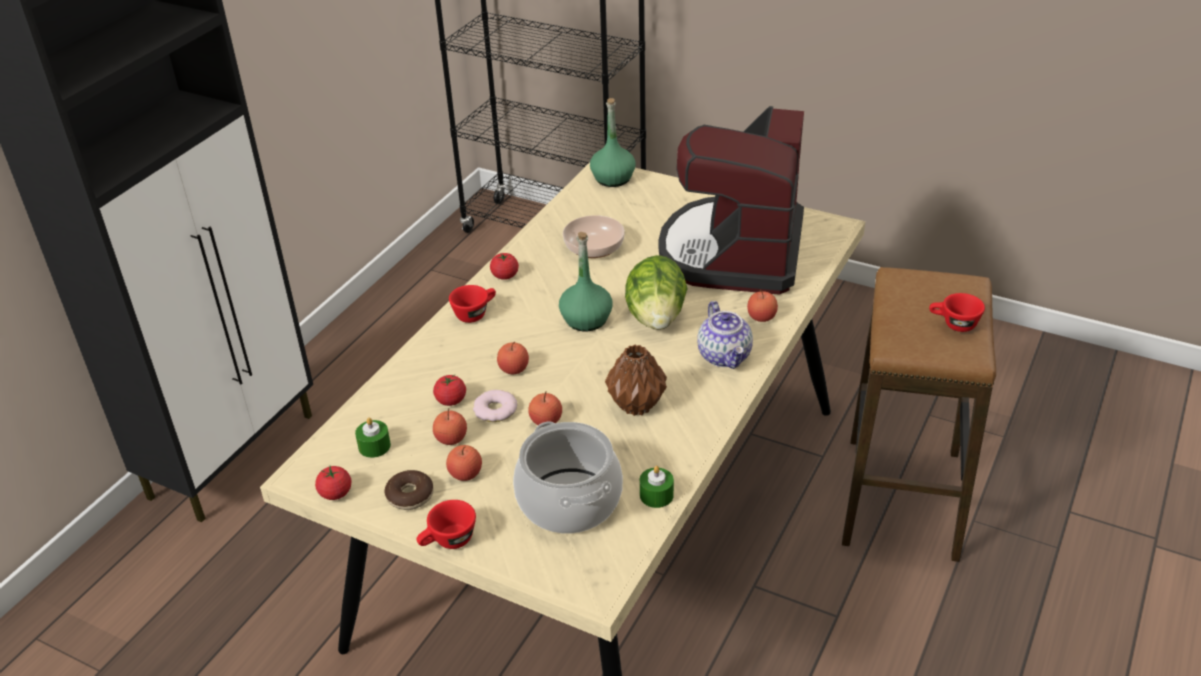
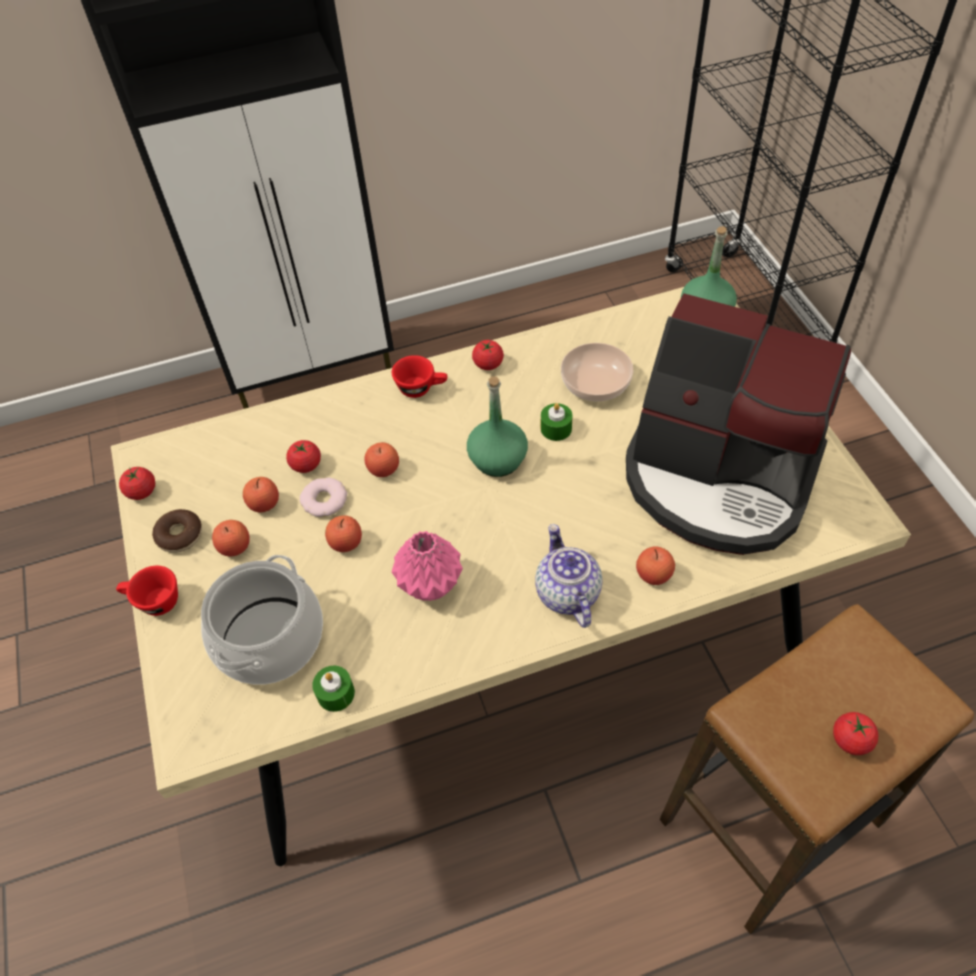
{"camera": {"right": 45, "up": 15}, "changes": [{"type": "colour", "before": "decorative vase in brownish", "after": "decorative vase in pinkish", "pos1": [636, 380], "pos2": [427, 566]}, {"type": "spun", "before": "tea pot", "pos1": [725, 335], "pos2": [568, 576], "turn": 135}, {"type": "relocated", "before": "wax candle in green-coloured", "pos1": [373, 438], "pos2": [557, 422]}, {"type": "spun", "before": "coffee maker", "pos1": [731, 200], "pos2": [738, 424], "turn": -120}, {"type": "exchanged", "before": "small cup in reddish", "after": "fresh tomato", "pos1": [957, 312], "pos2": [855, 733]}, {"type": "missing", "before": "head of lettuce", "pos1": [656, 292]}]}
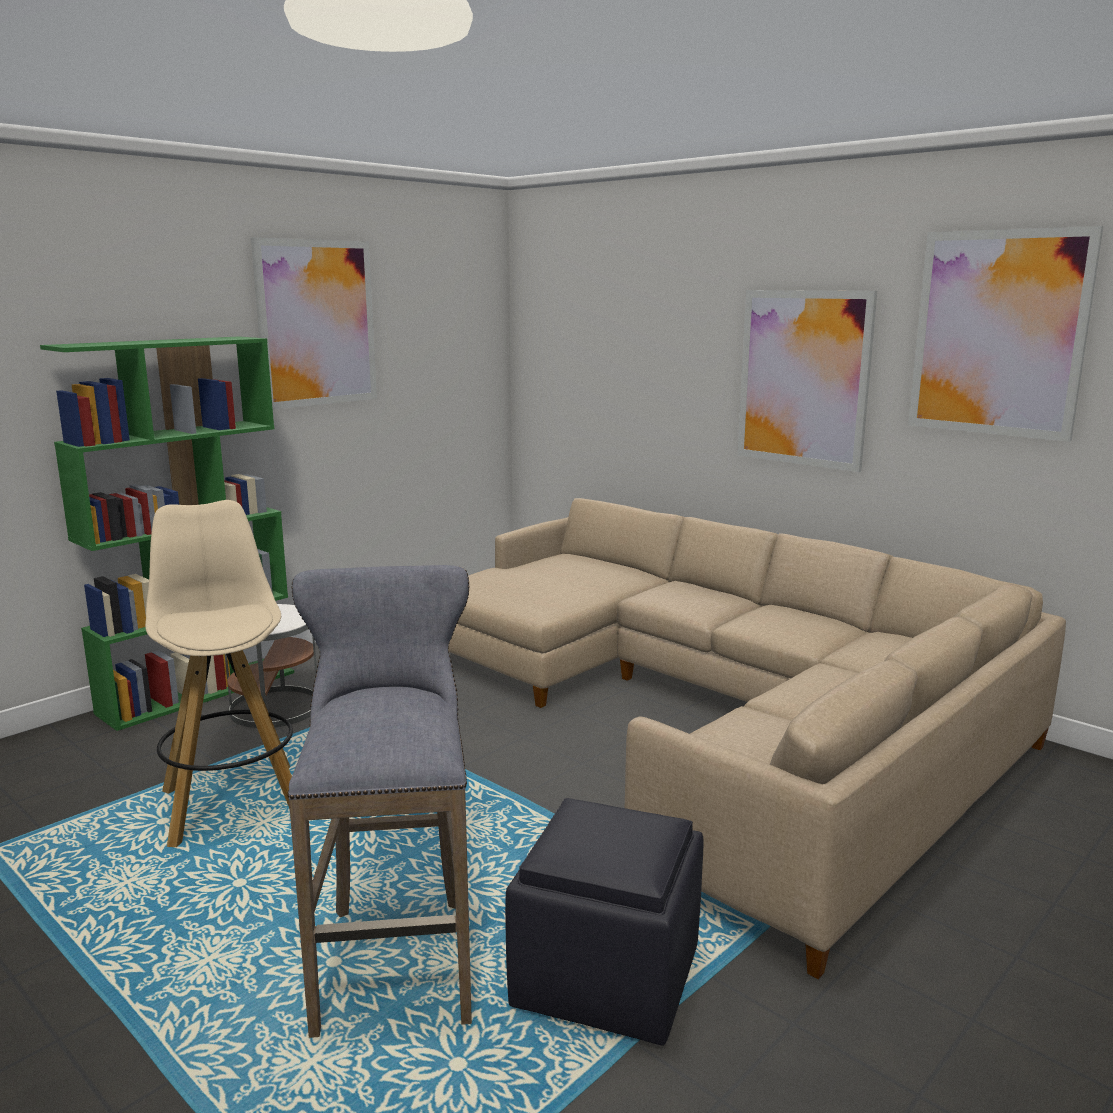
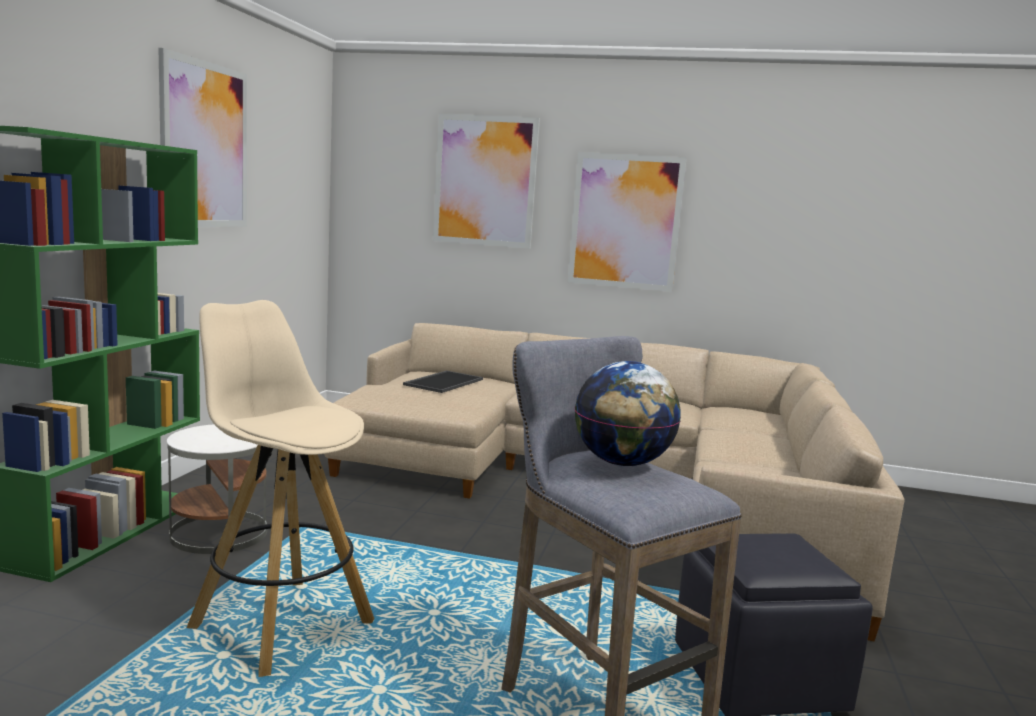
{"camera": {"right": -30, "up": -5}, "changes": [{"type": "appeared", "after": "carrying tray", "pos2": [443, 381]}, {"type": "relocated", "before": "picture", "pos1": [1006, 334], "pos2": [486, 181]}, {"type": "appeared", "after": "globe", "pos2": [628, 413]}]}
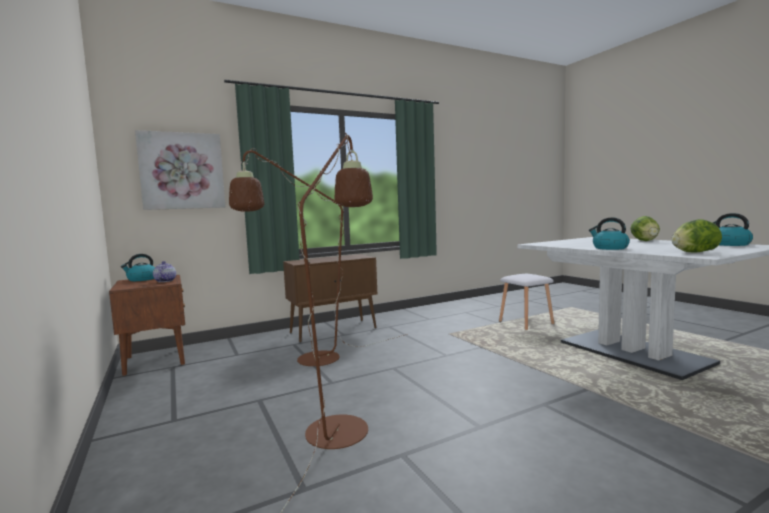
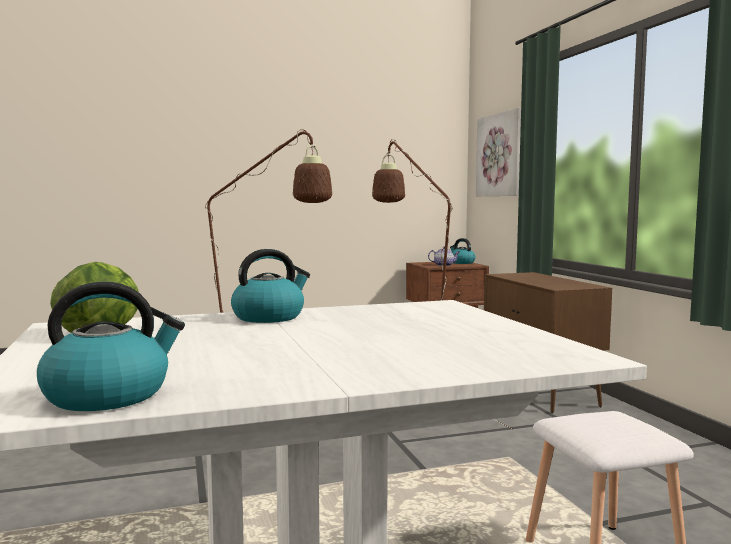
{"camera": {"right": 100, "up": 0}, "changes": [{"type": "missing", "before": "head of lettuce", "pos1": [645, 228]}]}
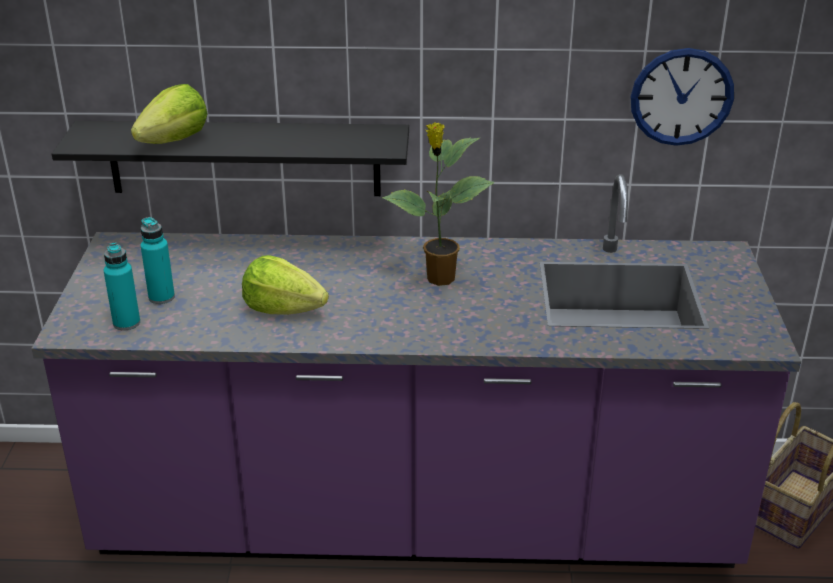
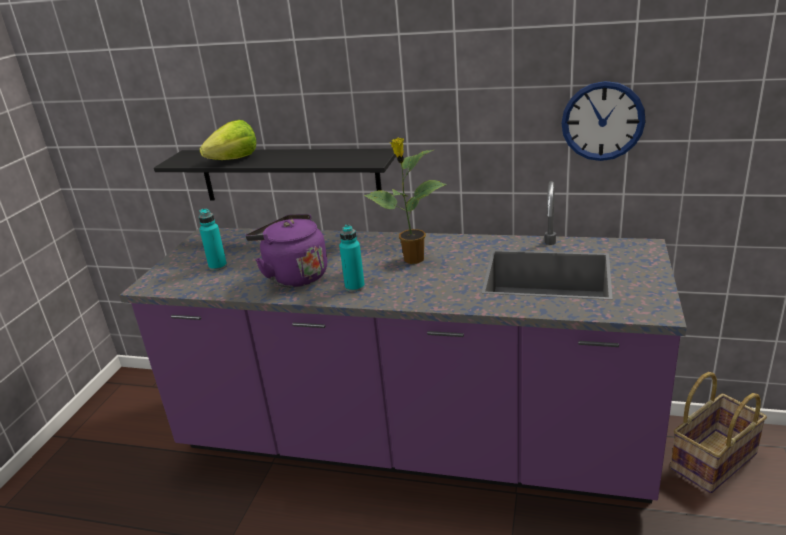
{"camera": {"right": 15, "up": -5}, "changes": [{"type": "exchanged", "before": "head of lettuce", "after": "tea kettle in purple-coloured", "pos1": [285, 285], "pos2": [286, 250]}, {"type": "relocated", "before": "bottle in blue-green", "pos1": [122, 286], "pos2": [352, 258]}]}
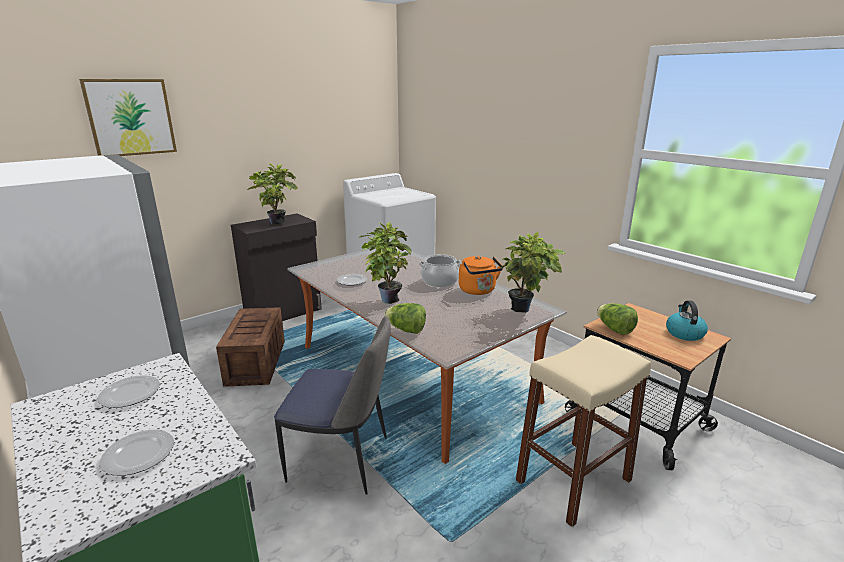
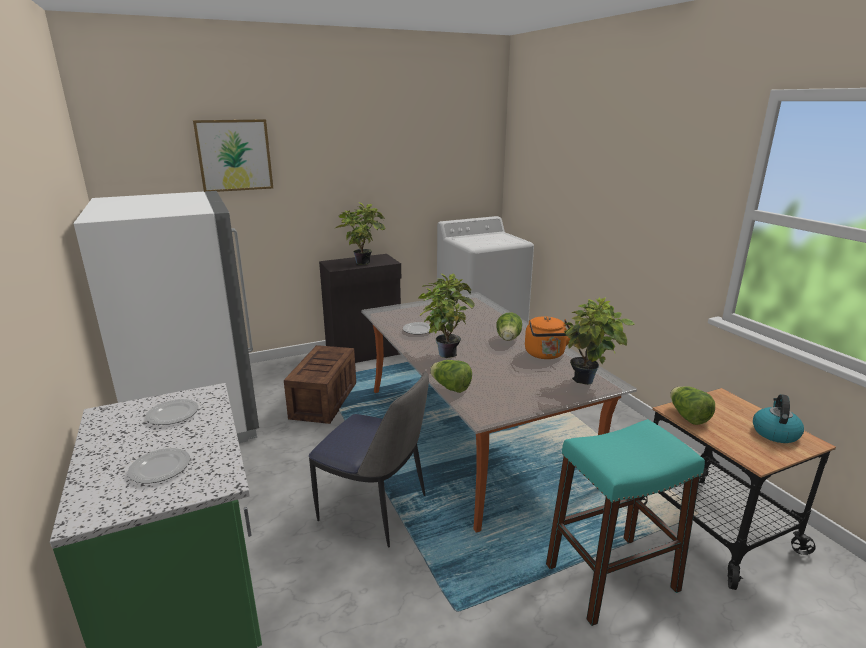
{"camera": {"right": 15, "up": 0}, "changes": [{"type": "exchanged", "before": "stockpot", "after": "head of lettuce", "pos1": [440, 270], "pos2": [509, 326]}, {"type": "colour", "before": "stool in sand-coloured", "after": "stool in blue-green", "pos1": [583, 431], "pos2": [625, 522]}]}
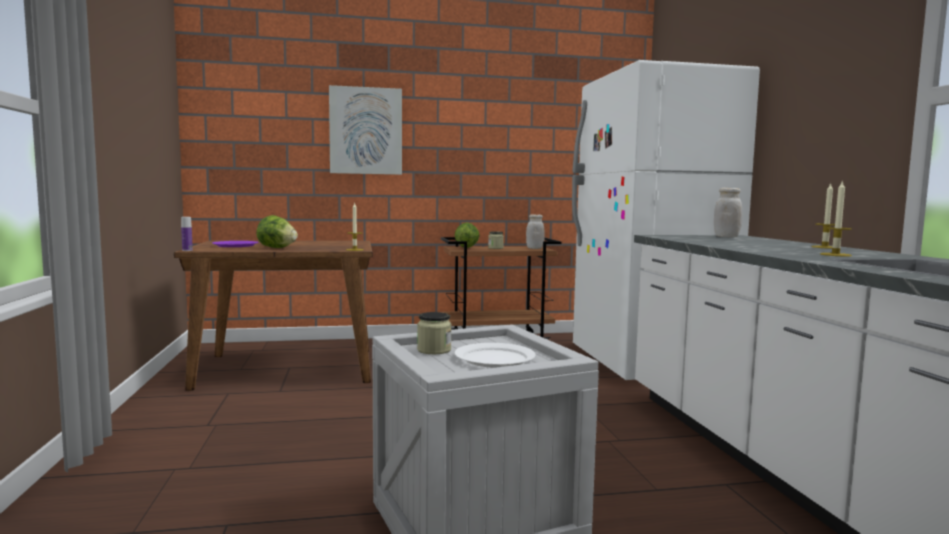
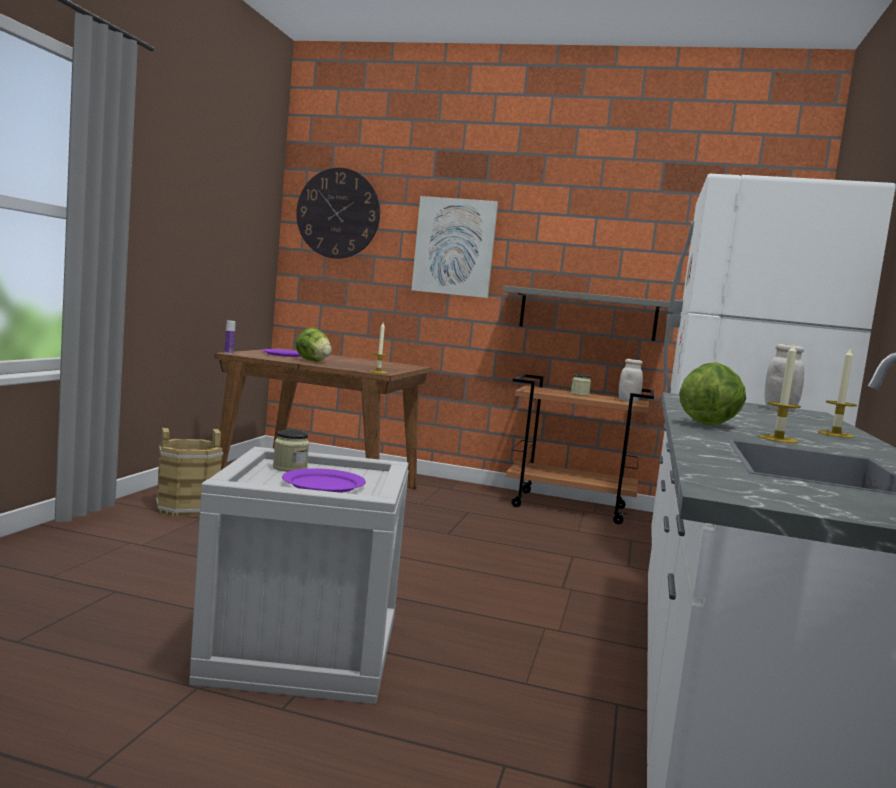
{"camera": {"right": 25, "up": 0}, "changes": [{"type": "appeared", "after": "water bucket in brownish", "pos2": [189, 472]}, {"type": "colour", "before": "dinner plate in white", "after": "dinner plate in purple-coloured", "pos1": [495, 355], "pos2": [324, 480]}, {"type": "appeared", "after": "clock on the wall", "pos2": [338, 213]}, {"type": "appeared", "after": "wall shelf in greyish", "pos2": [585, 313]}, {"type": "relocated", "before": "head of lettuce", "pos1": [467, 235], "pos2": [712, 393]}]}
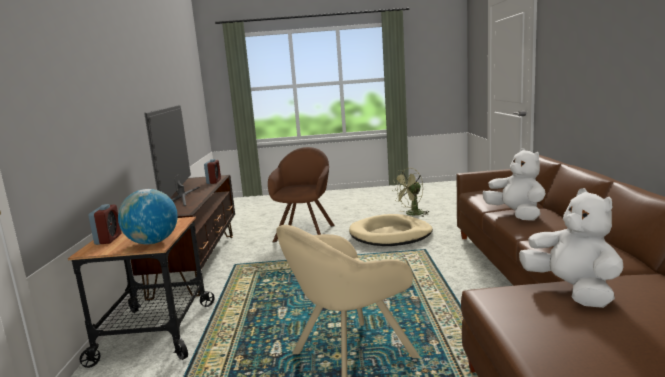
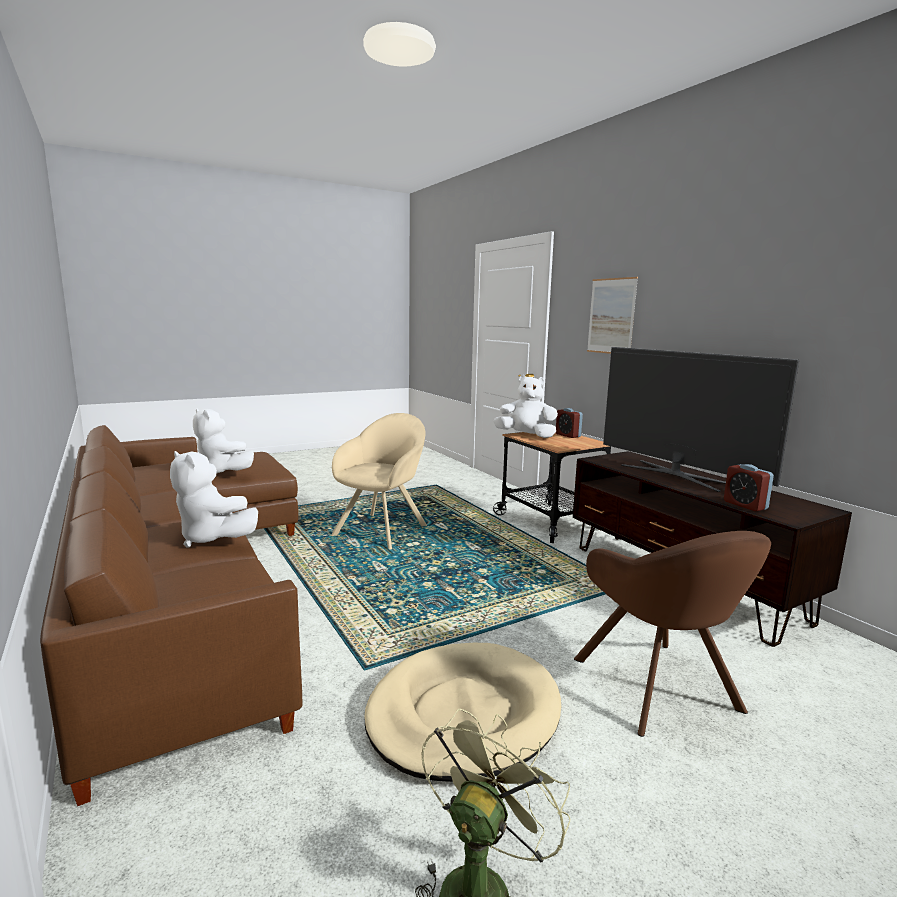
{"camera": {"right": 150, "up": 0}, "changes": [{"type": "exchanged", "before": "globe", "after": "soft toy in white", "pos1": [148, 216], "pos2": [525, 406]}, {"type": "appeared", "after": "picture", "pos2": [612, 315]}]}
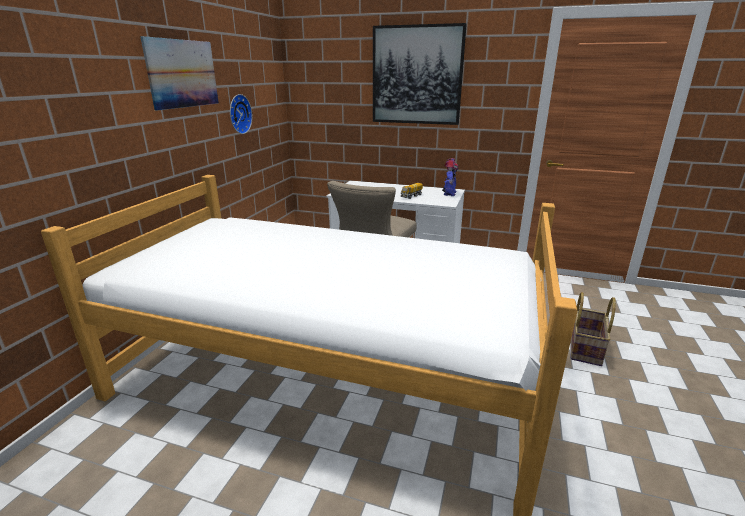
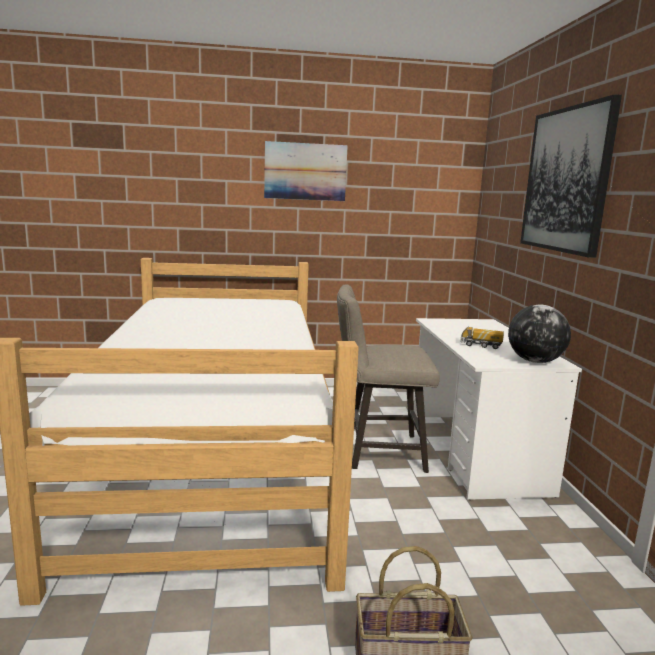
{"camera": {"right": 65, "up": -10}, "changes": [{"type": "exchanged", "before": "model robot", "after": "globe", "pos1": [450, 177], "pos2": [539, 334]}, {"type": "missing", "before": "clock on the wall", "pos1": [241, 114]}]}
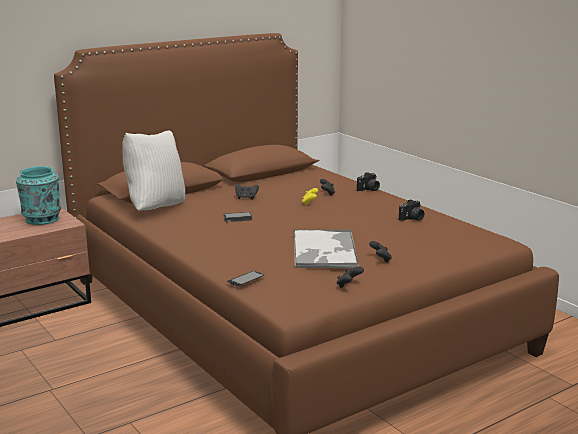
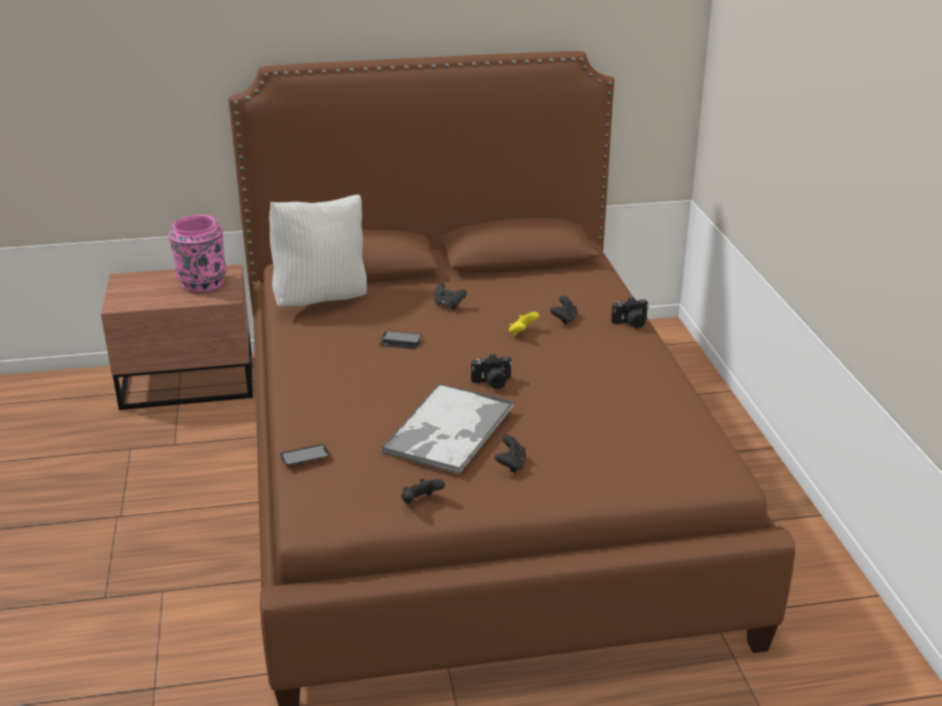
{"camera": {"right": 25, "up": 10}, "changes": [{"type": "colour", "before": "decorative vase in blue-green", "after": "decorative vase in pinkish", "pos1": [38, 195], "pos2": [197, 253]}, {"type": "relocated", "before": "still camera", "pos1": [411, 210], "pos2": [491, 371]}]}
